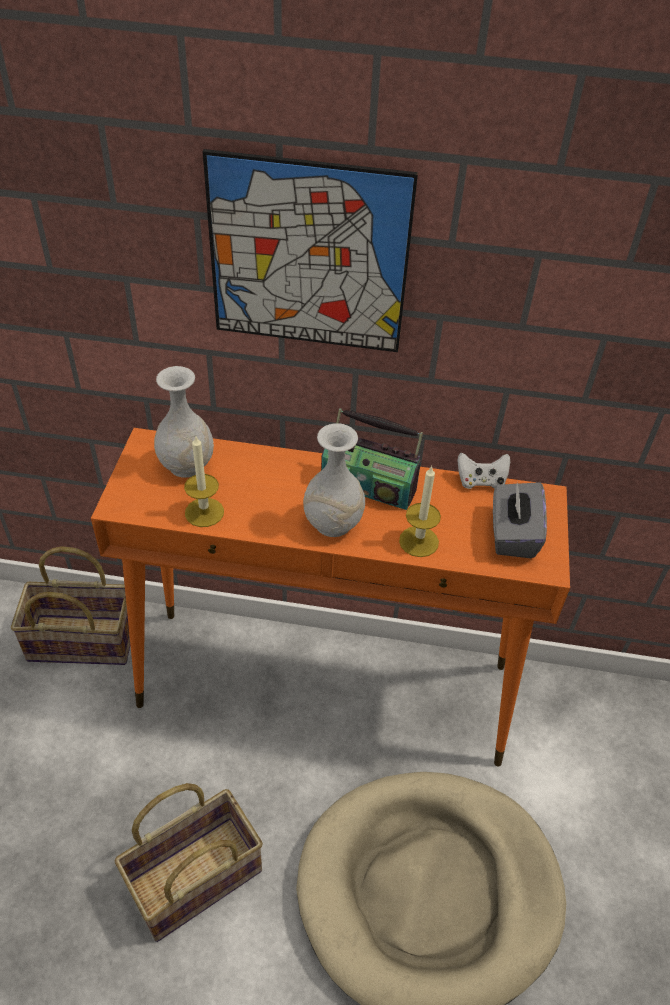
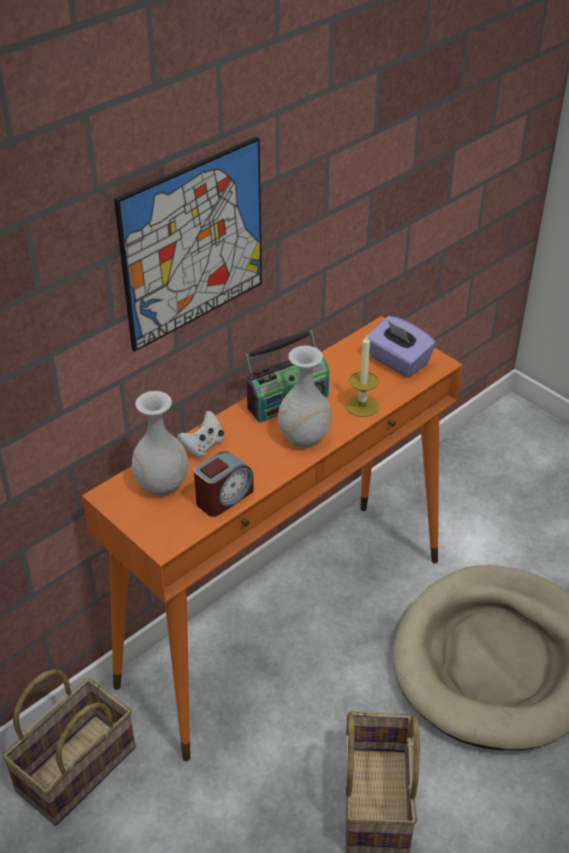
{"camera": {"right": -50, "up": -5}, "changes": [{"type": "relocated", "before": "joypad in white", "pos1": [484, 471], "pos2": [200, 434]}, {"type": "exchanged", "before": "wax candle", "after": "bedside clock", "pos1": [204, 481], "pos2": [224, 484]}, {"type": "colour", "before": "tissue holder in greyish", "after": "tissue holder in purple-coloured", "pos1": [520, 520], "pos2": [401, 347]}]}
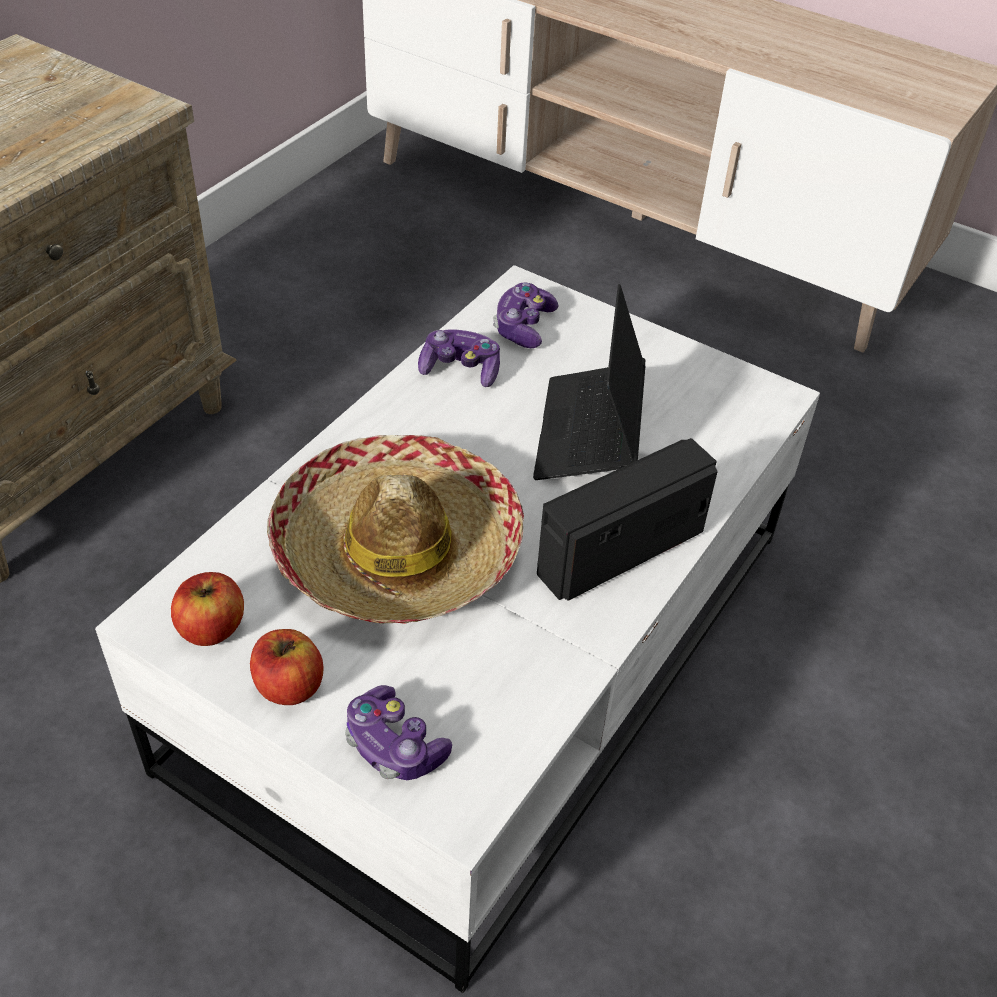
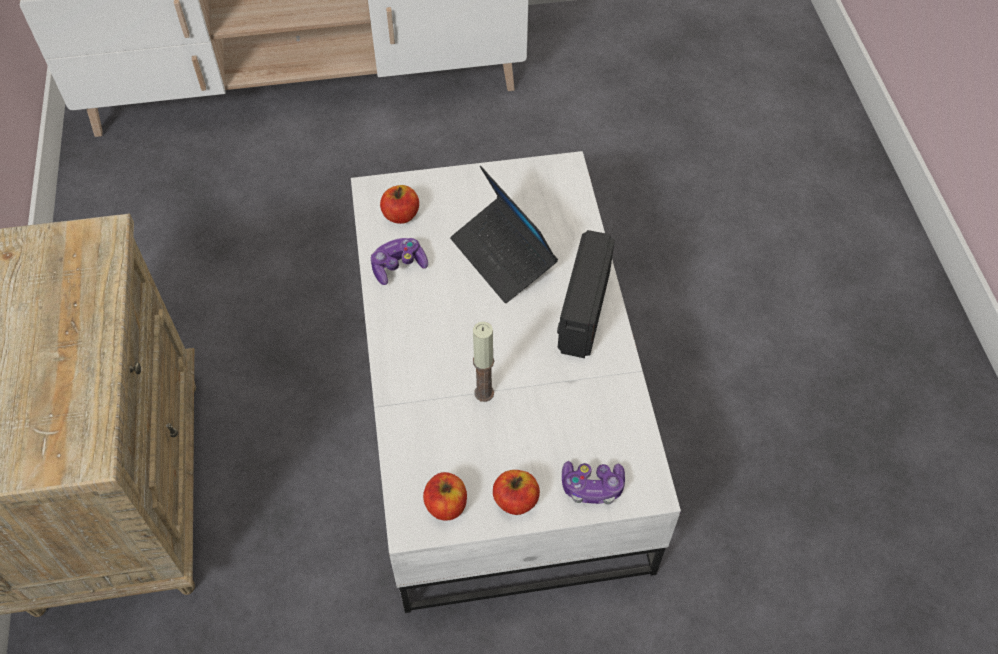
{"camera": {"right": -40, "up": 10}, "changes": [{"type": "exchanged", "before": "joypad", "after": "apple", "pos1": [526, 315], "pos2": [399, 204]}, {"type": "exchanged", "before": "hat", "after": "wax candle", "pos1": [395, 529], "pos2": [483, 362]}]}
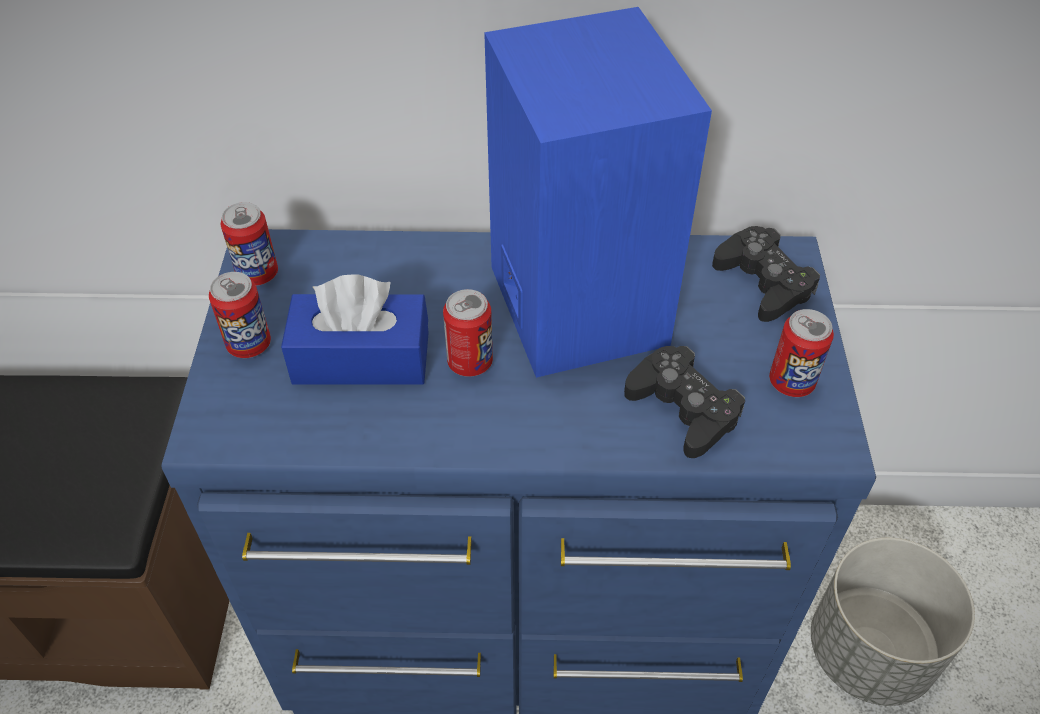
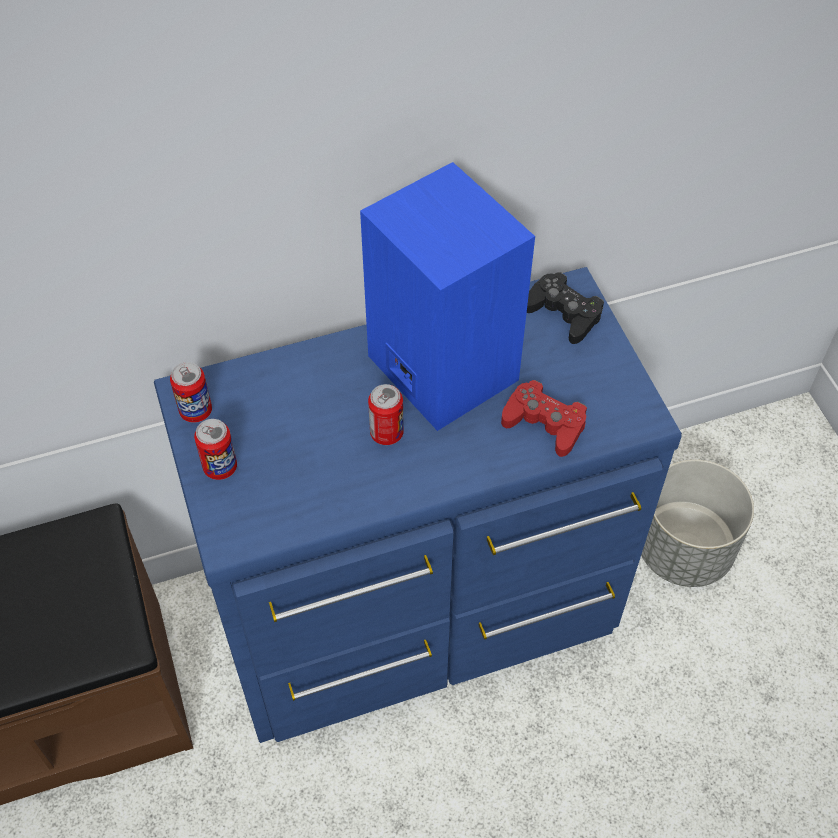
{"camera": {"right": -20, "up": 5}, "changes": [{"type": "colour", "before": "joypad in black", "after": "joypad in reddish", "pos1": [684, 402], "pos2": [544, 418]}, {"type": "missing", "before": "tissue holder in blue-coloured", "pos1": [355, 329]}, {"type": "missing", "before": "metal can", "pos1": [801, 353]}]}
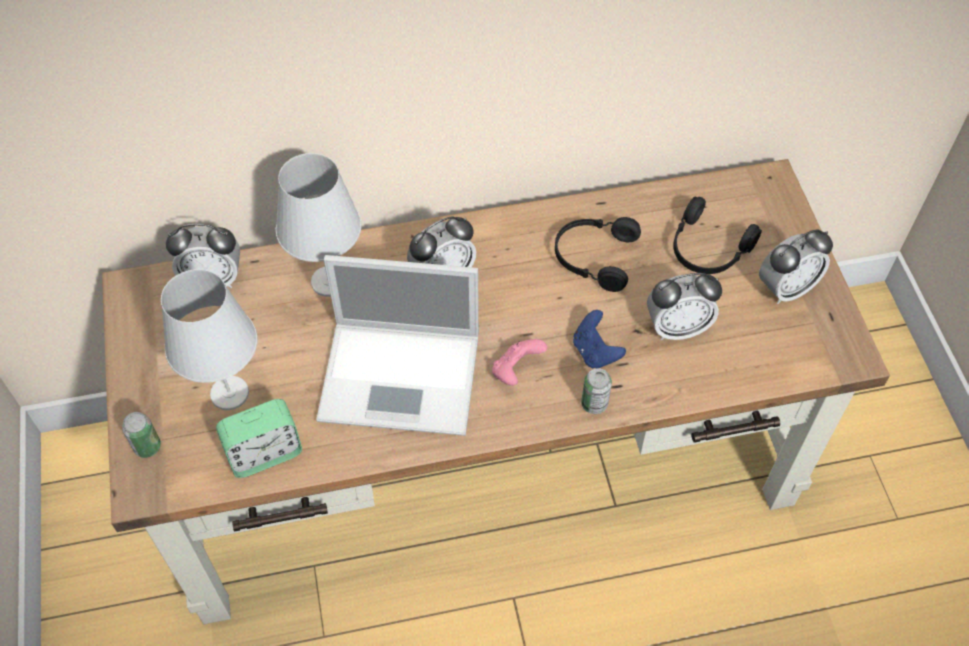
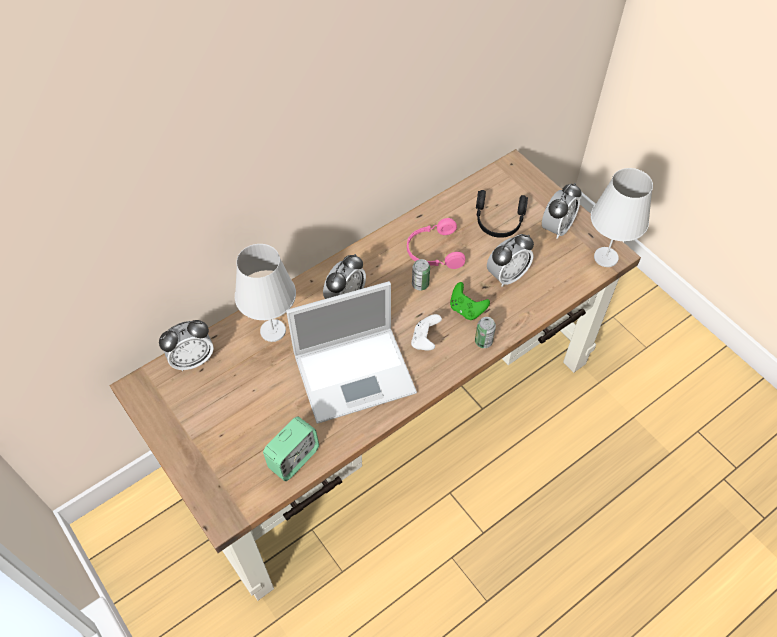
{"camera": {"right": -25, "up": 0}, "changes": [{"type": "colour", "before": "headset in black", "after": "headset in pinkish", "pos1": [598, 254], "pos2": [436, 243]}, {"type": "colour", "before": "joypad in pinkish", "after": "joypad in white", "pos1": [519, 362], "pos2": [426, 332]}, {"type": "relocated", "before": "metal can", "pos1": [141, 435], "pos2": [421, 274]}, {"type": "colour", "before": "joypad in blue-coloured", "after": "joypad in green-coloured", "pos1": [599, 339], "pos2": [470, 301]}, {"type": "relocated", "before": "table lamp in white", "pos1": [209, 339], "pos2": [622, 217]}]}
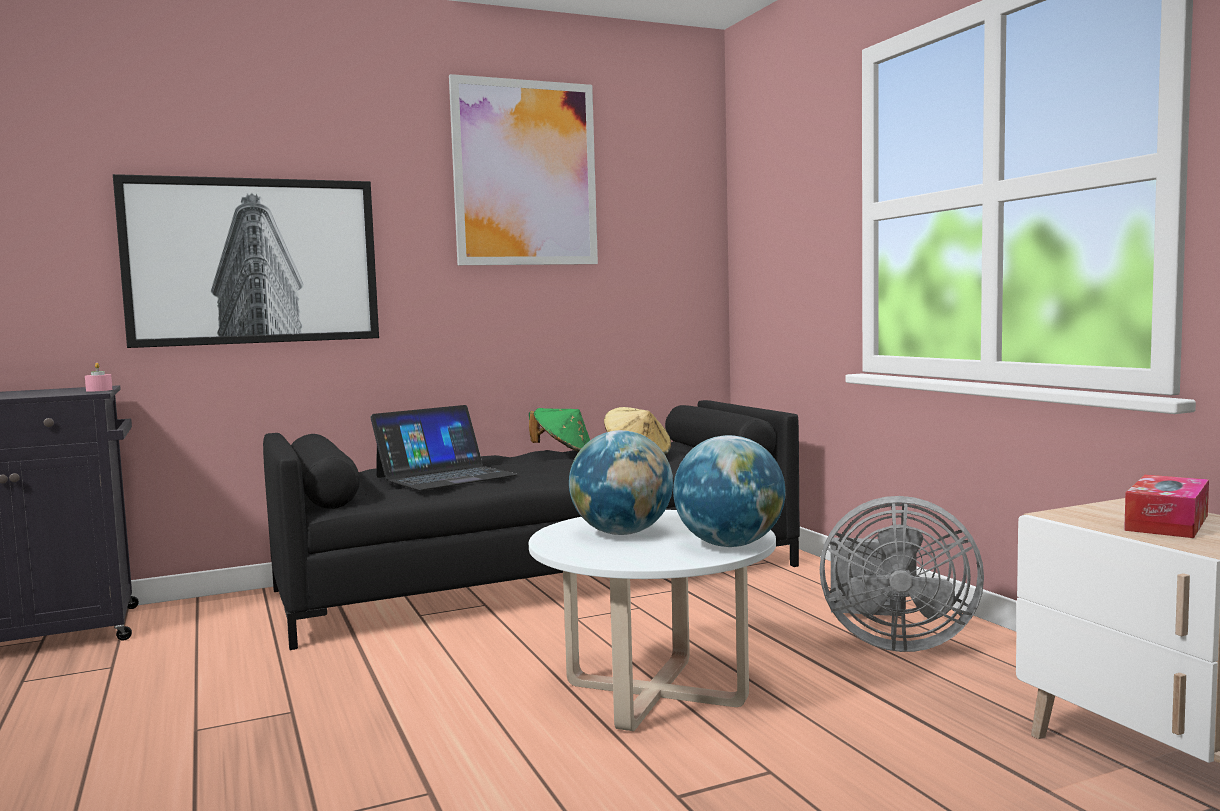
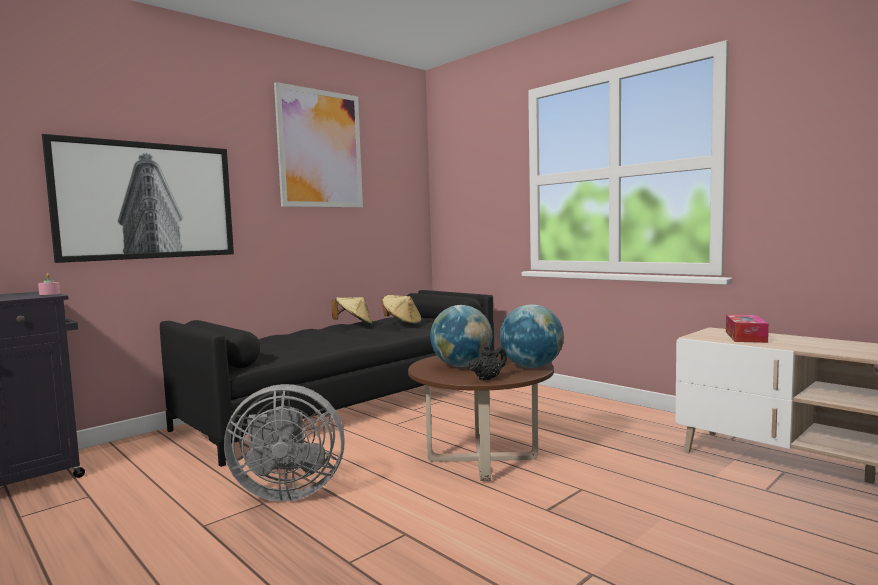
{"camera": {"right": -20, "up": 0}, "changes": [{"type": "relocated", "before": "cooling fan in greyish", "pos1": [902, 574], "pos2": [284, 442]}, {"type": "colour", "before": "hat in green-coloured", "after": "hat in sand-coloured", "pos1": [559, 430], "pos2": [352, 311]}, {"type": "colour", "before": "coffee table in white", "after": "coffee table in brownish", "pos1": [652, 620], "pos2": [481, 416]}, {"type": "appeared", "after": "tea pot in black", "pos2": [488, 363]}, {"type": "missing", "before": "portable computer", "pos1": [444, 448]}]}
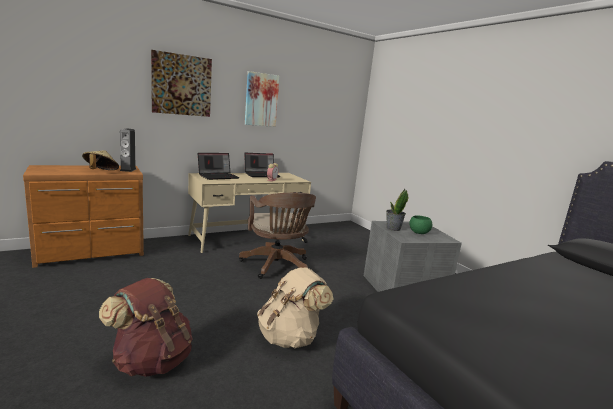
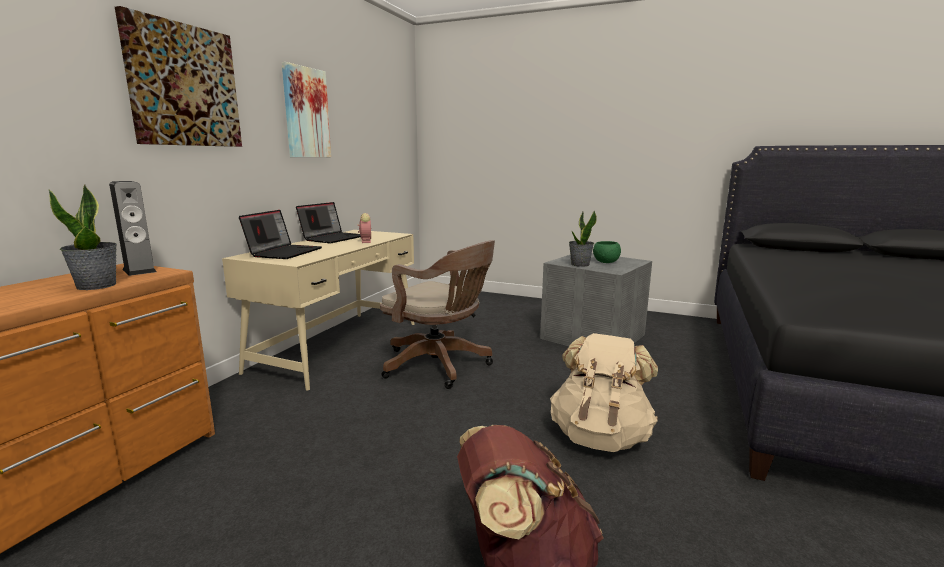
{"camera": {"right": -35, "up": 0}, "changes": [{"type": "exchanged", "before": "hat in sand-coloured", "after": "houseplant", "pos1": [100, 160], "pos2": [82, 237]}]}
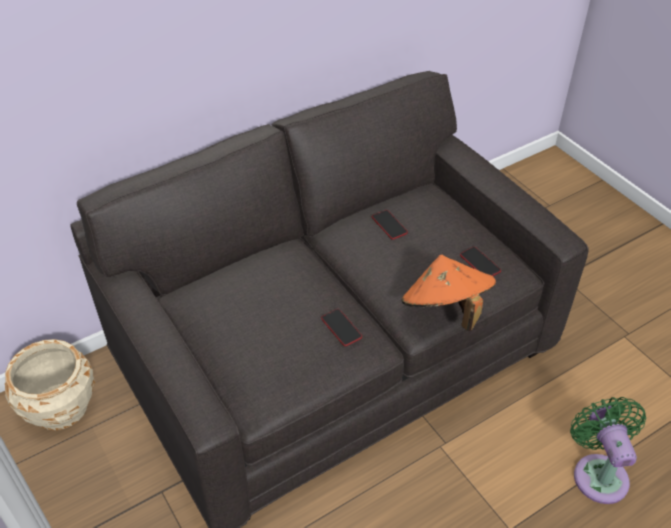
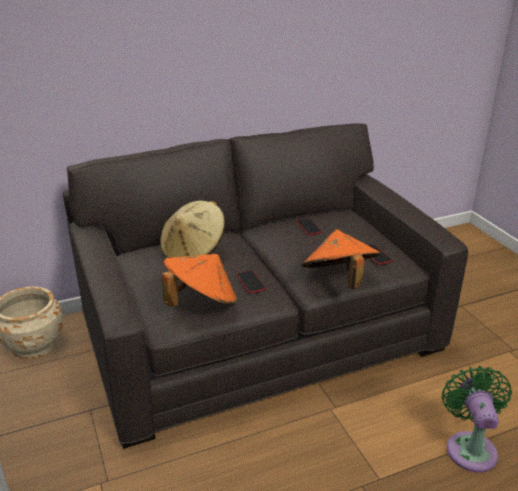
{"camera": {"right": 10, "up": -15}, "changes": [{"type": "appeared", "after": "hat in sand-coloured", "pos2": [192, 229]}, {"type": "appeared", "after": "hat in orangey", "pos2": [200, 280]}]}
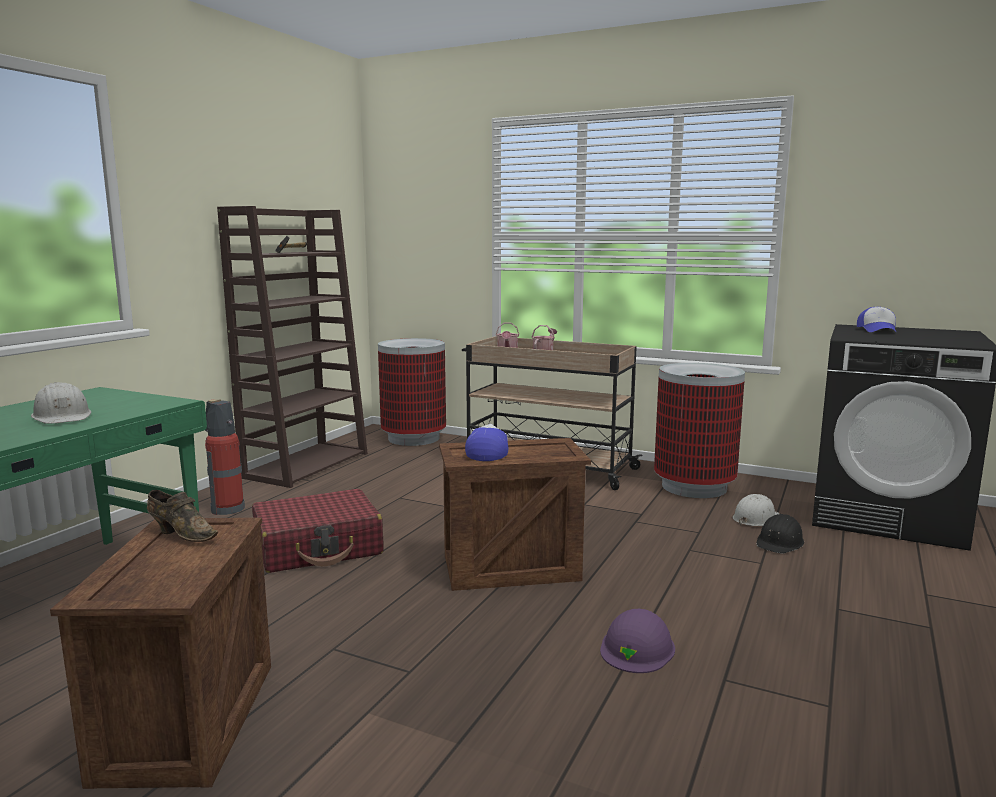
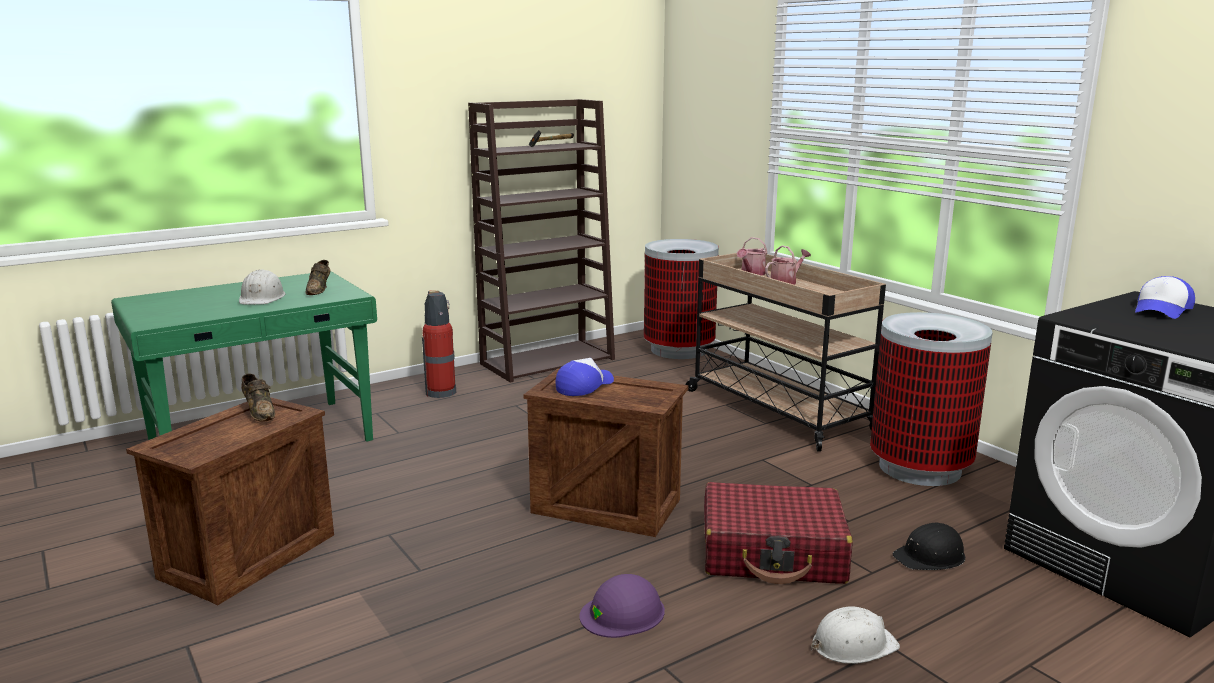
{"camera": {"right": 30, "up": 5}, "changes": [{"type": "appeared", "after": "item of footwear in brownish", "pos2": [318, 277]}, {"type": "relocated", "before": "piece of luggage in reddish", "pos1": [318, 531], "pos2": [778, 533]}, {"type": "relocated", "before": "safety helmet in white", "pos1": [756, 510], "pos2": [855, 635]}]}
